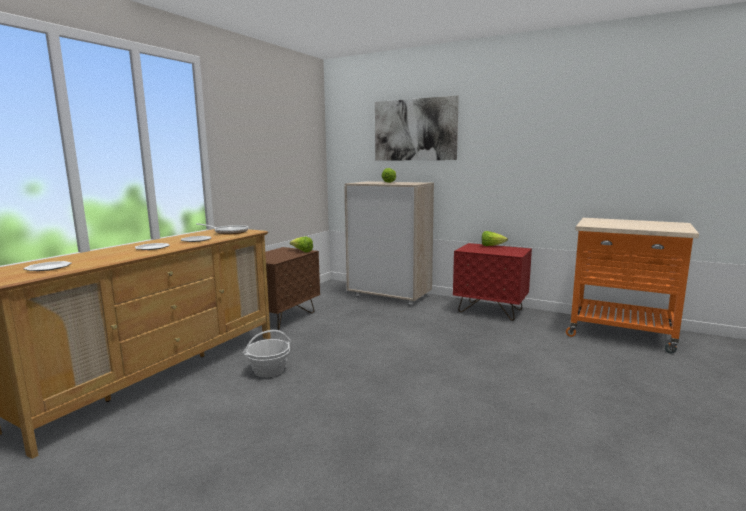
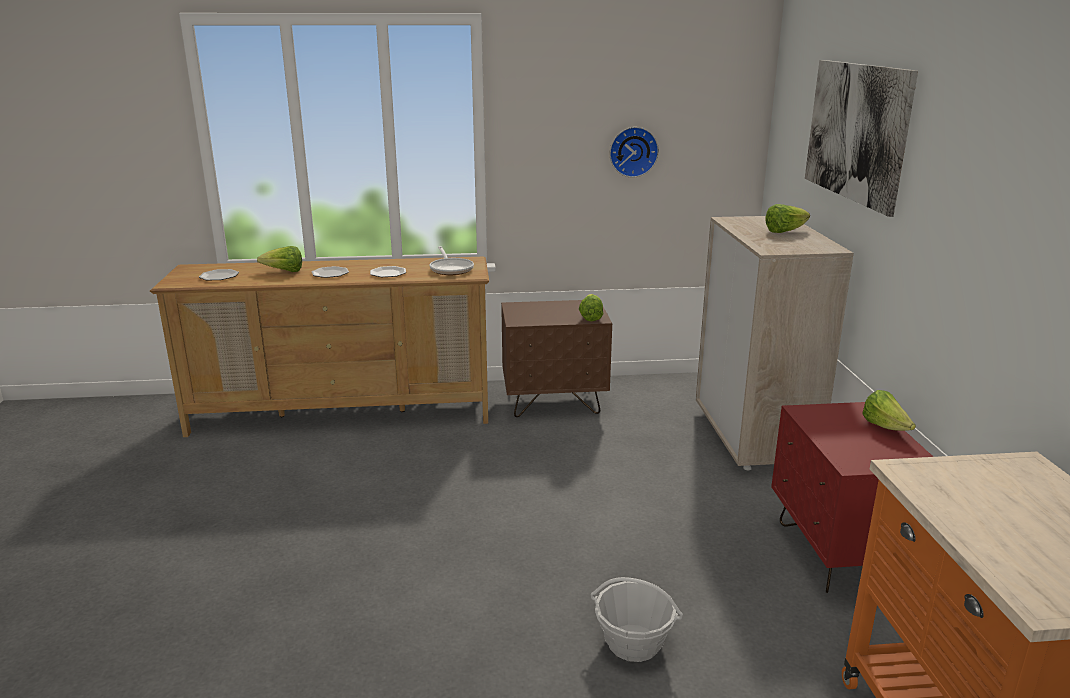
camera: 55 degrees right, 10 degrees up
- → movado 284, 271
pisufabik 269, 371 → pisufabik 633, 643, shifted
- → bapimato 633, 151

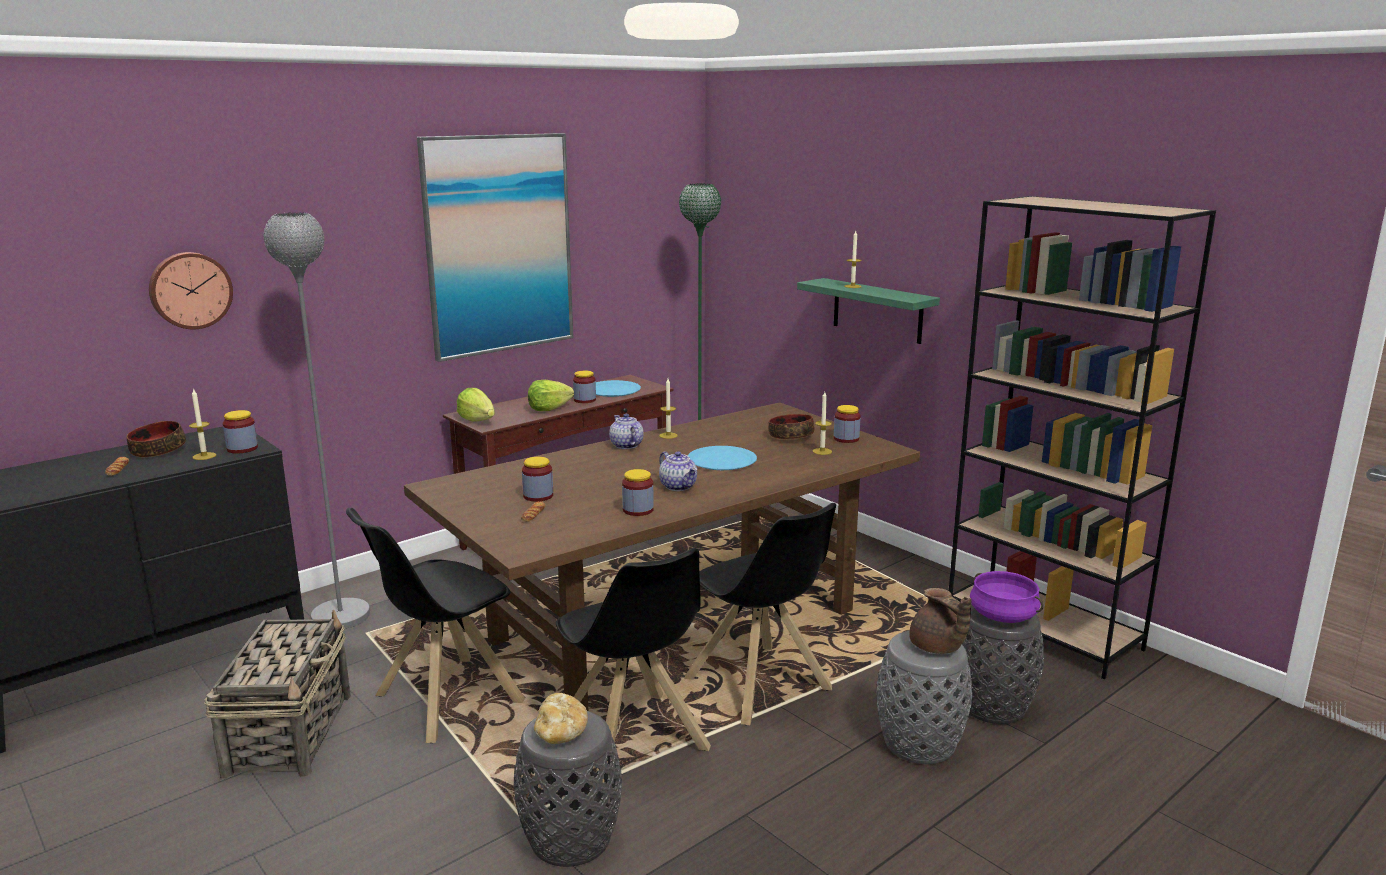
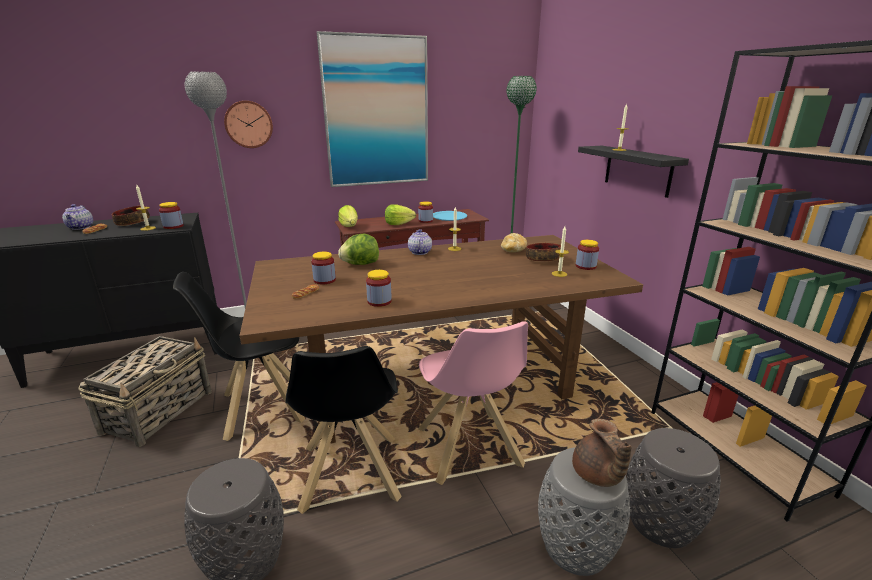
camera: 20 degrees right, 5 degrees up
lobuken 678, 486 → lobuken 81, 227, shifted
bapimato 190, 290 → bapimato 248, 124, shifted
- → movado 360, 264
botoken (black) 760, 685 → botoken (pink) 469, 448
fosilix 561, 733 → fosilix 513, 250, shifted
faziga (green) 877, 310 → faziga (black) 637, 170
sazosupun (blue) 722, 460 → -
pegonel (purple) 1003, 615 → -

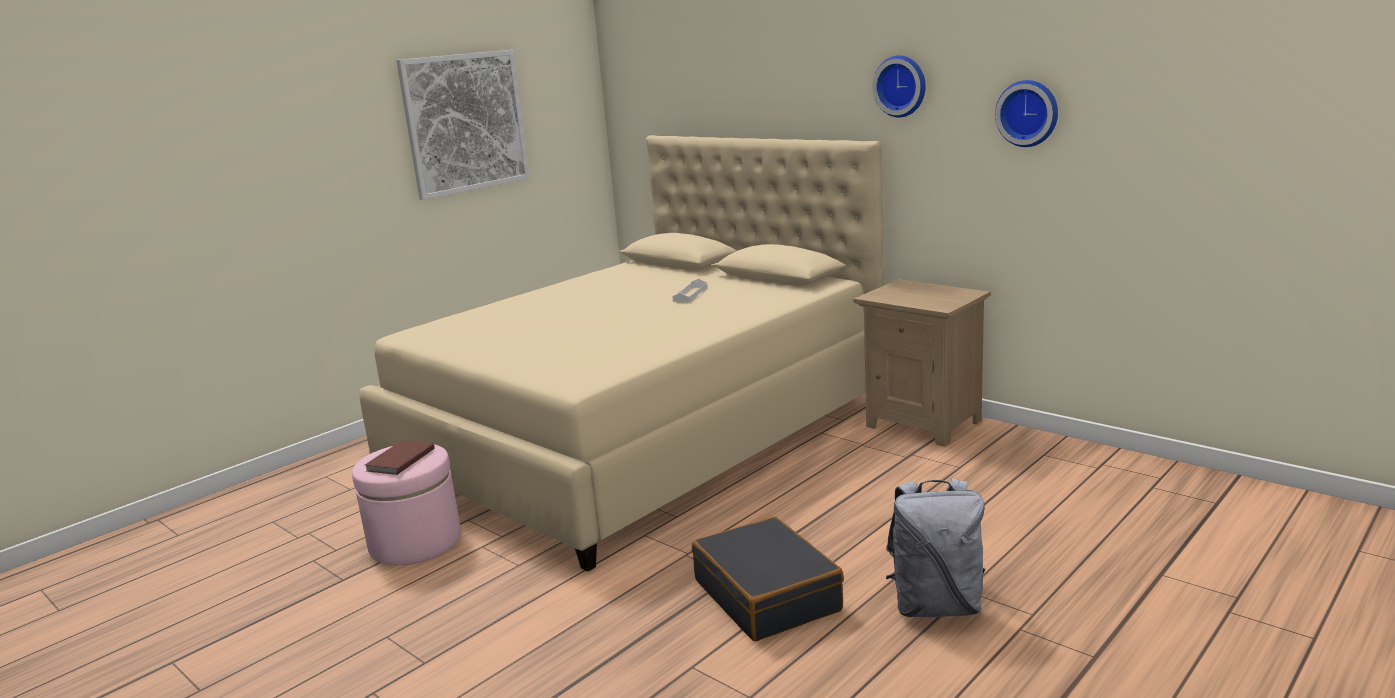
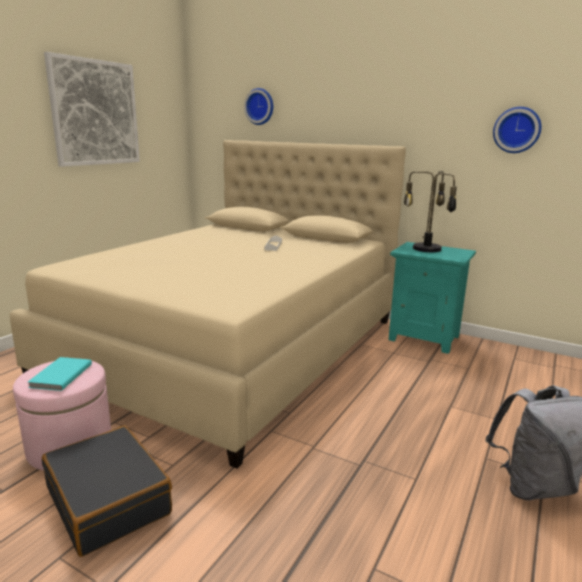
camera: 15 degrees left, 0 degrees up
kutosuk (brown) 399, 460 → kutosuk (turquoise) 59, 376
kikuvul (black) 767, 595 → kikuvul (black) 109, 500, shifted
bapimato 901, 86 → bapimato 260, 106, shifted
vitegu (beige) 923, 425 → vitegu (turquoise) 424, 338
- → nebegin 427, 249

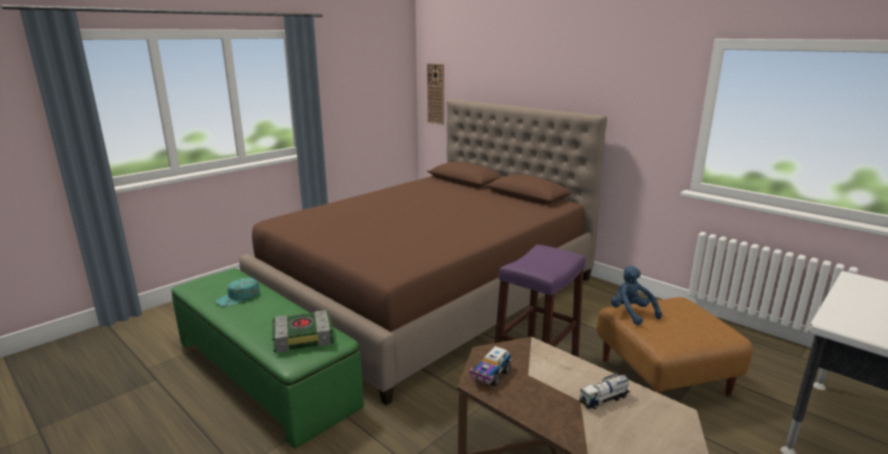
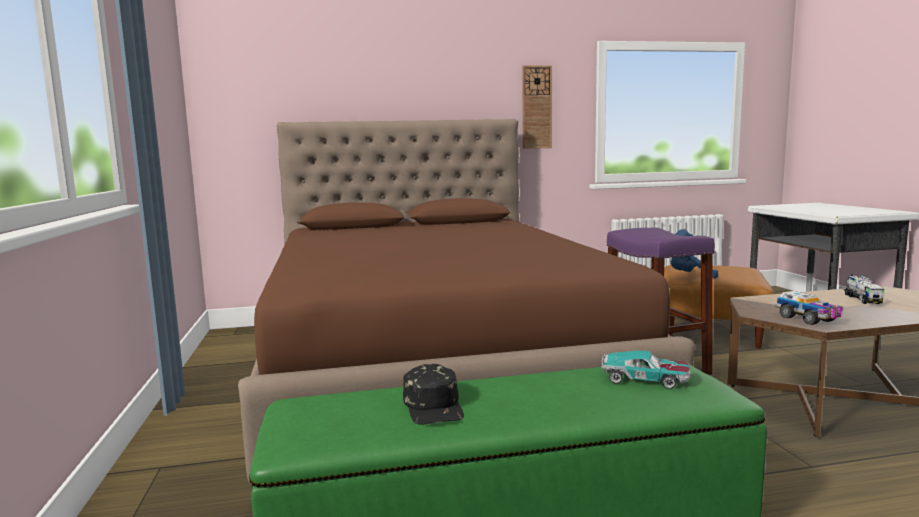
camera: 55 degrees left, 10 degrees down
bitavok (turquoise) 238, 297 → bitavok (black) 434, 406
bapimato 436, 94 → bapimato 536, 107, shifted
kutosuk 304, 336 → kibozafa 645, 379

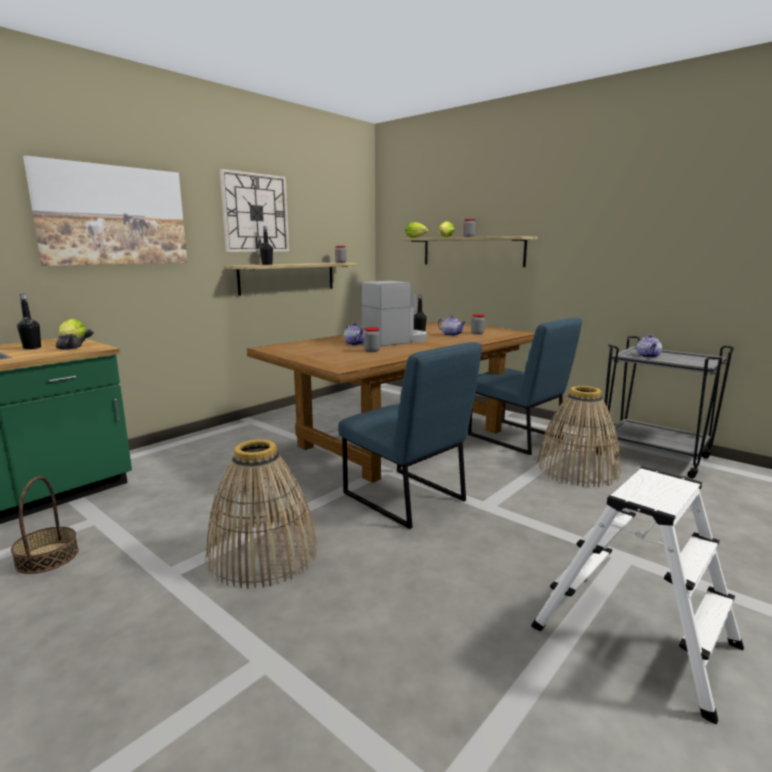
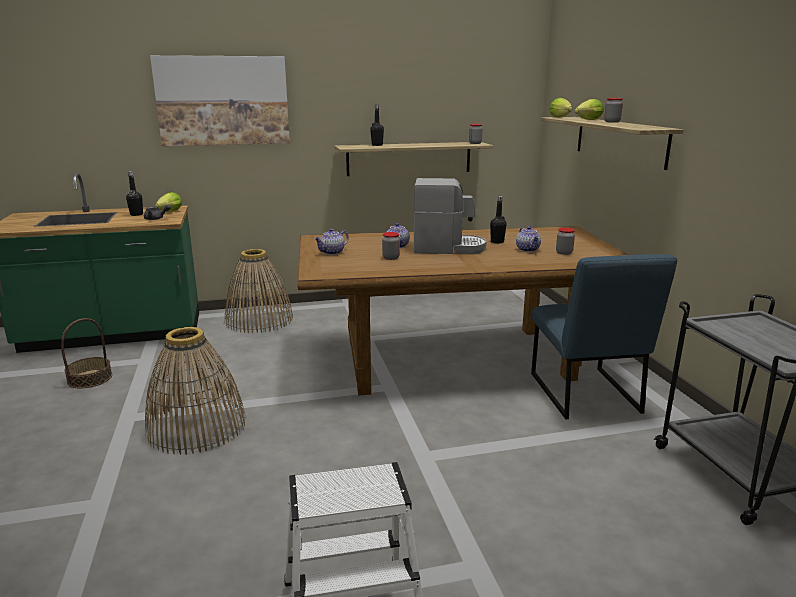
camera: 35 degrees right, 5 degrees up
pisufabik 577, 469 → pisufabik 259, 320, shifted
lobuken 648, 356 → lobuken 332, 252, shifted
bapimato 255, 213 → -
botoken (blue) 406, 498 → -

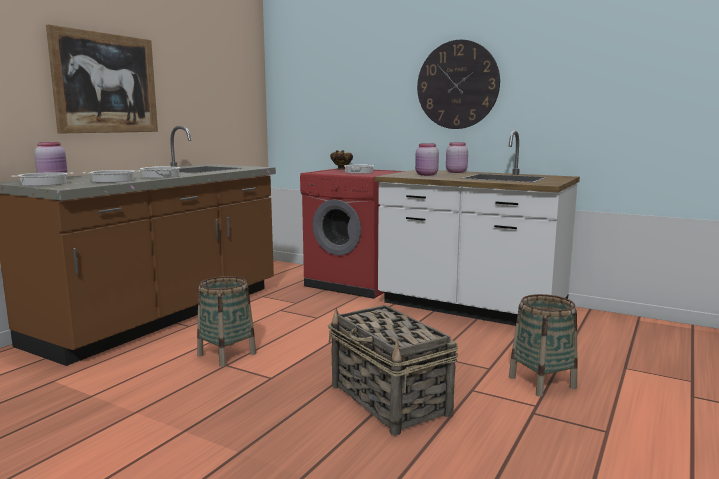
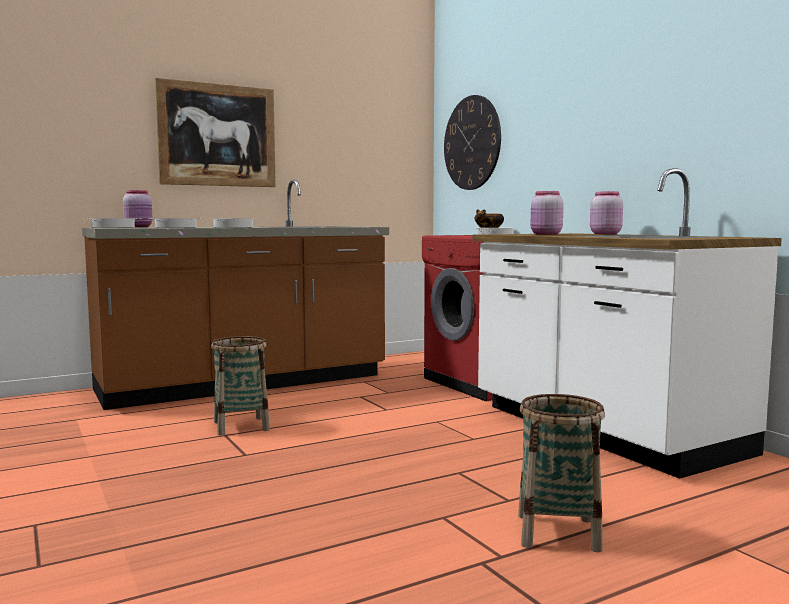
camera: 30 degrees right, 5 degrees down
bapimato 457, 85 → bapimato 472, 143, shifted
pisufabik 390, 400 → -

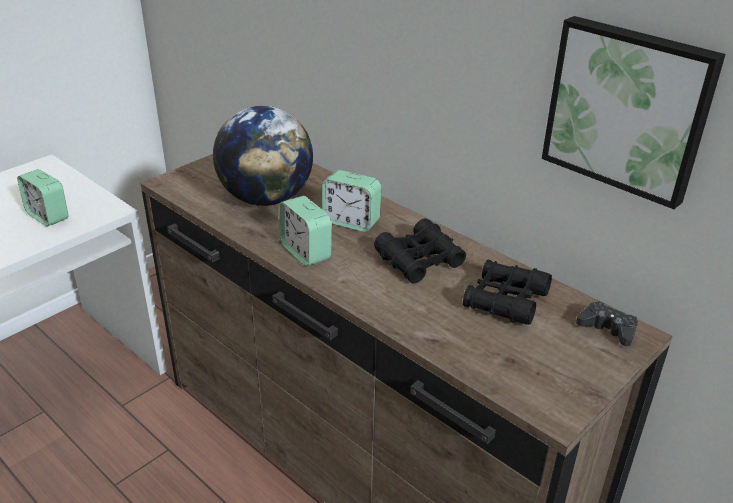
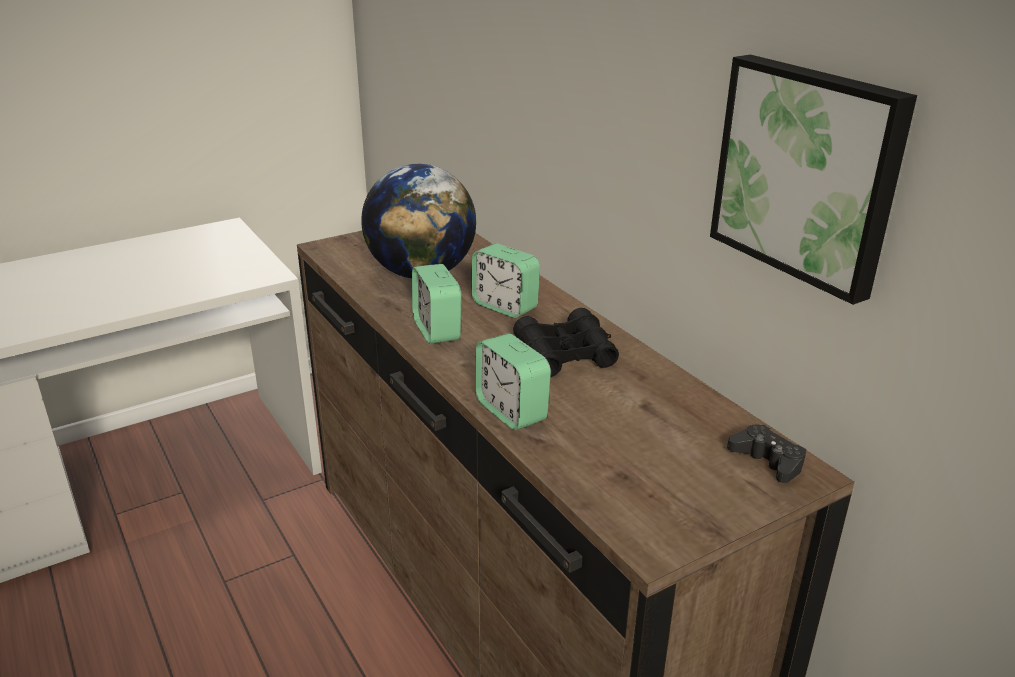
camera: 15 degrees right, 5 degrees down
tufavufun 48, 216 → tufavufun 511, 411, shifted
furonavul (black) 505, 300 → -

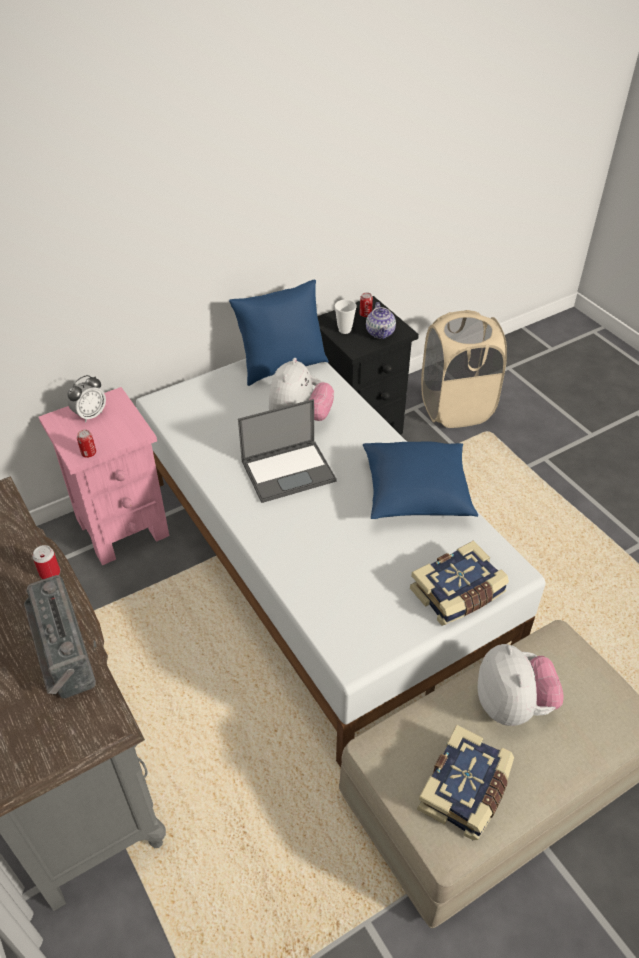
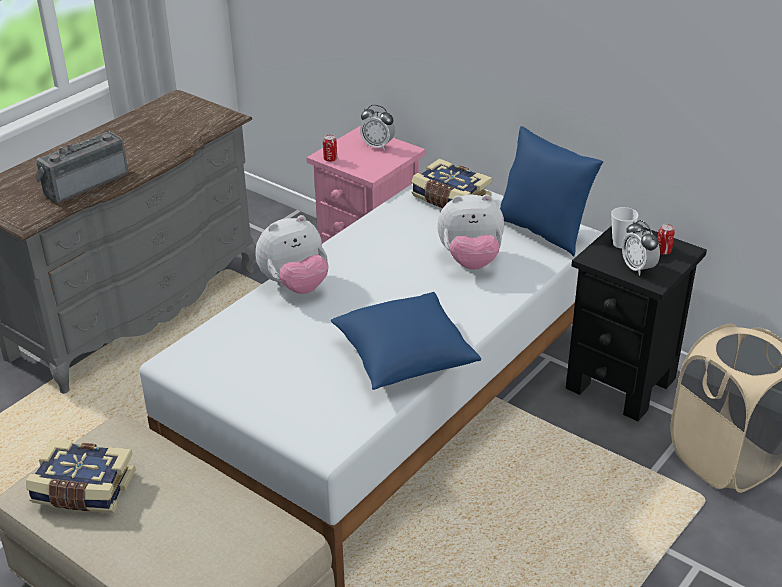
camera: 70 degrees right, 10 degrees down
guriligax 512, 704 → guriligax 295, 286, shifted
kutosuk 458, 594 → kutosuk 450, 199, shifted
lobuken 380, 333 → tufavufun 638, 268
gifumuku 50, 573 → -
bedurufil 289, 470 → -

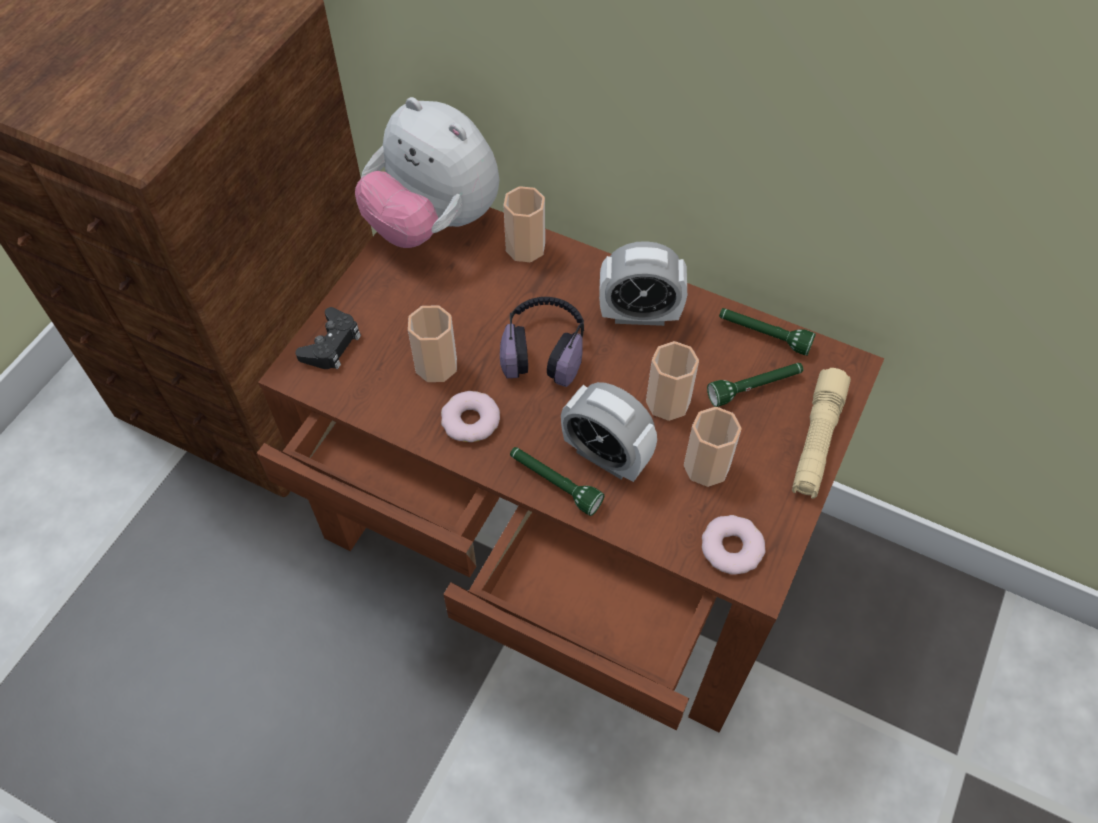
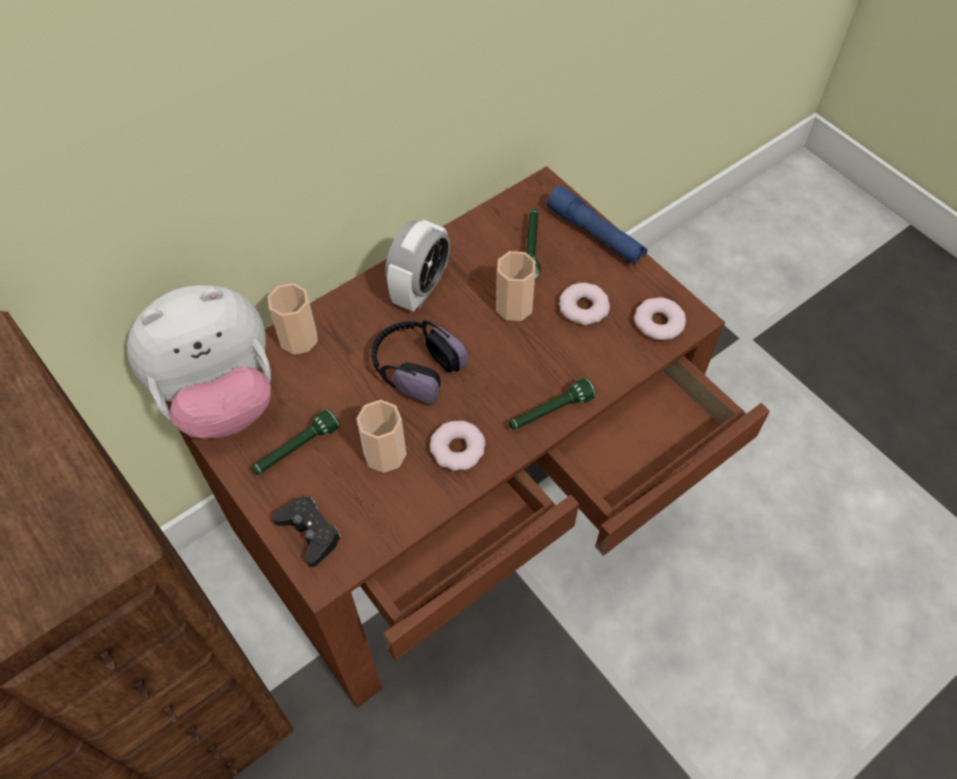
camera: 65 degrees left, 0 degrees up
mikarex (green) 763, 335 → mikarex (green) 296, 449, shifted
mikarex (beige) 816, 440 → mikarex (blue) 595, 234
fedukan 706, 466 → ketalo 584, 307
tufavufun 606, 456 → -

